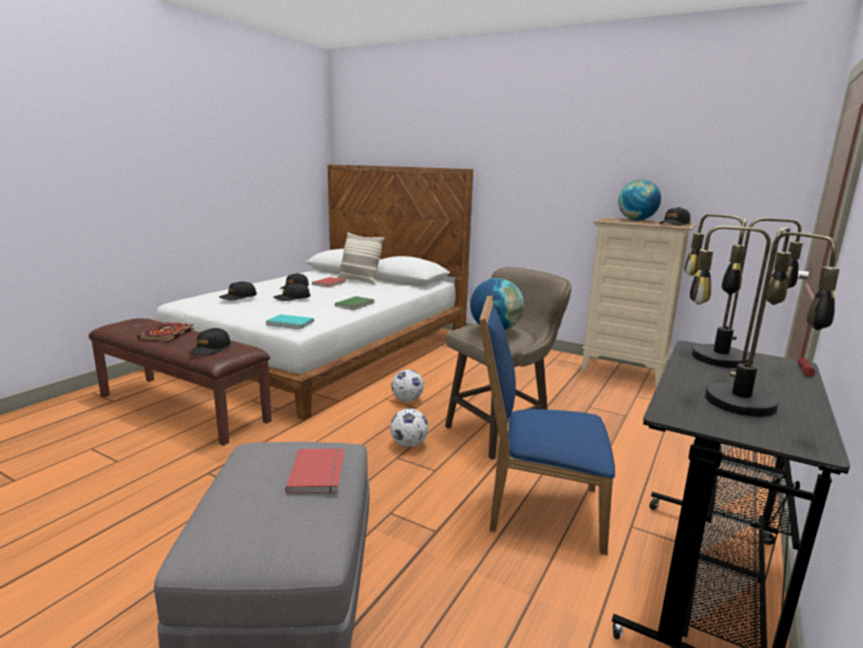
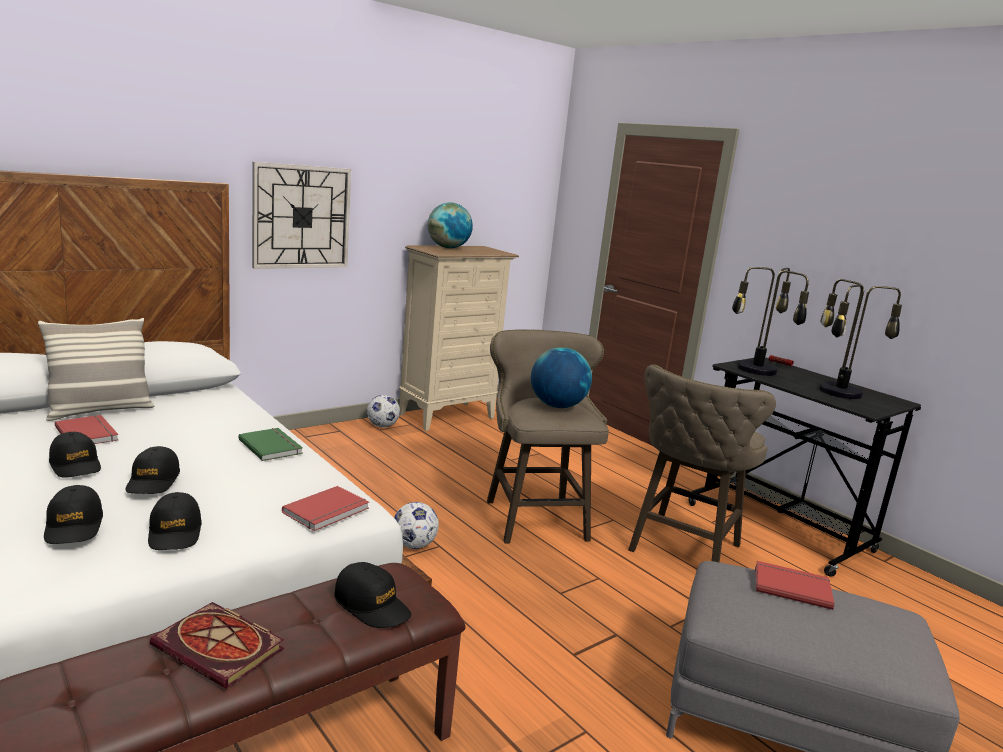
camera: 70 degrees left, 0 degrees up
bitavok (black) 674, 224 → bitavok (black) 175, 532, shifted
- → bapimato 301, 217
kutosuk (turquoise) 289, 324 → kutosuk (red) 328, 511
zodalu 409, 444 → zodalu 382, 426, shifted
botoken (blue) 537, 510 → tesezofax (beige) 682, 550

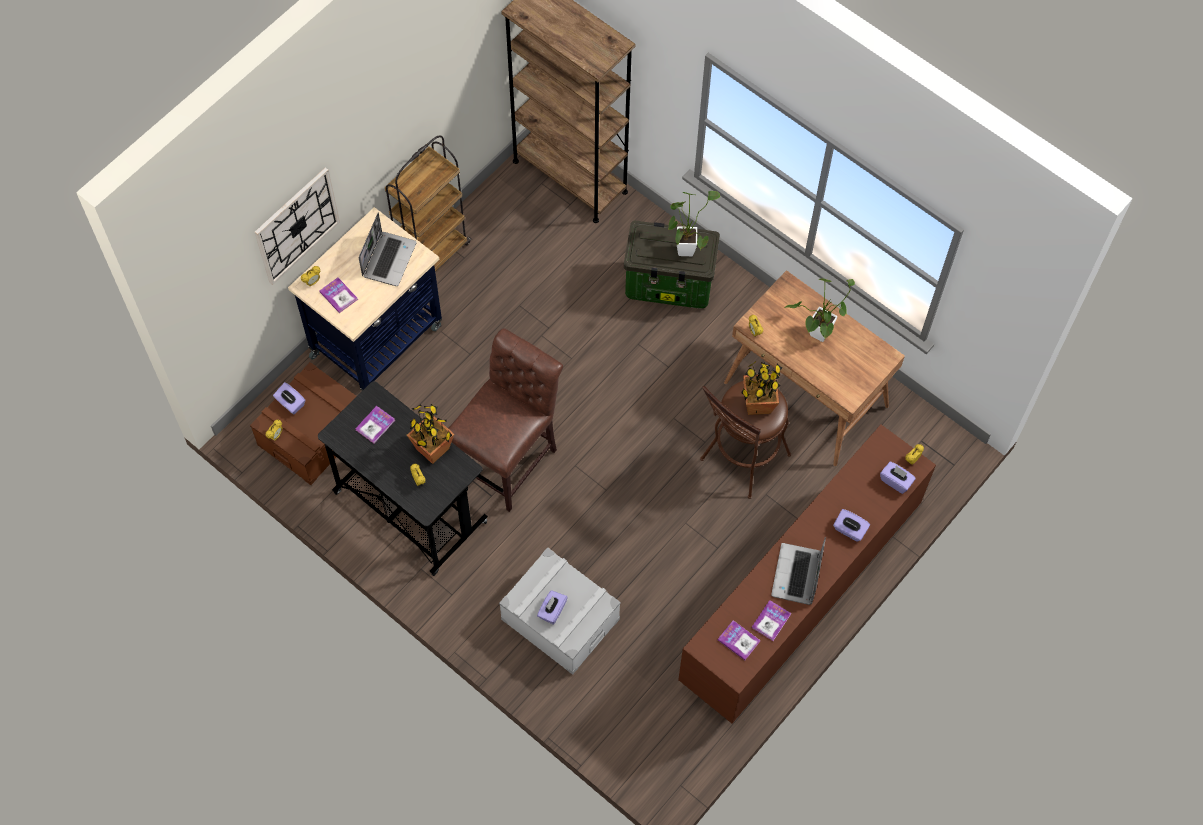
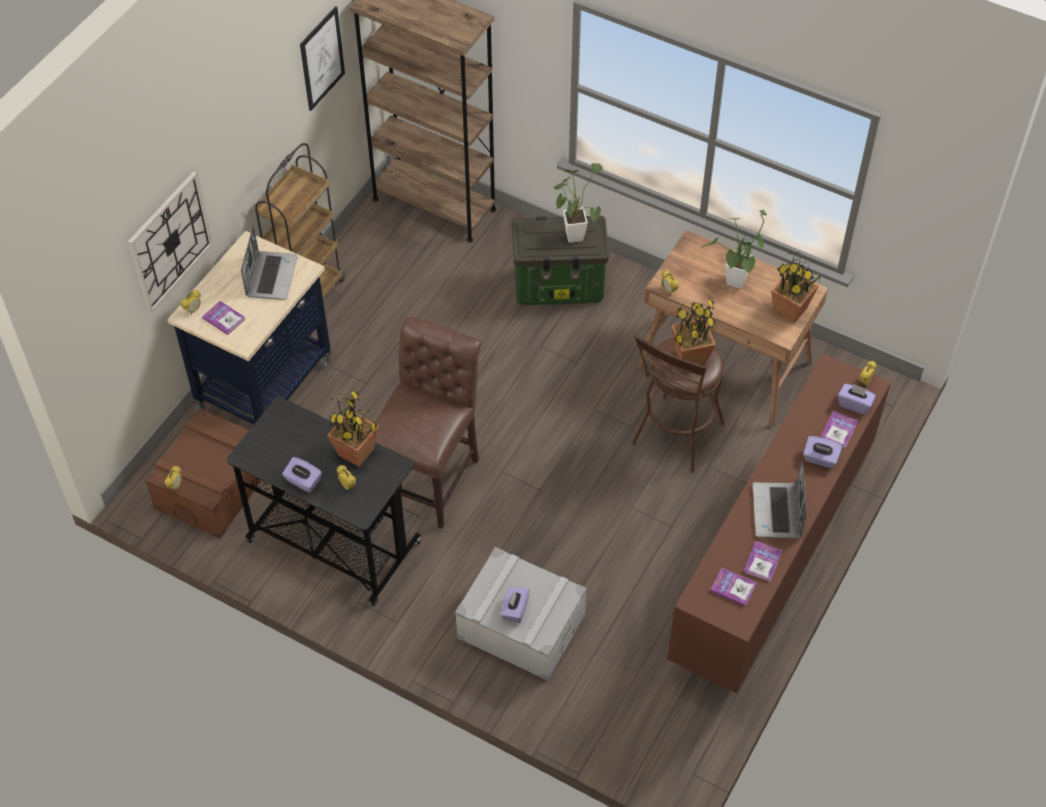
camera: 10 degrees left, 10 degrees down
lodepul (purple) 290, 403 → lodepul (purple) 303, 481, shifted
- → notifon 322, 58
- → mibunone 790, 310
kutosuk 375, 425 → kutosuk 838, 430, shifted

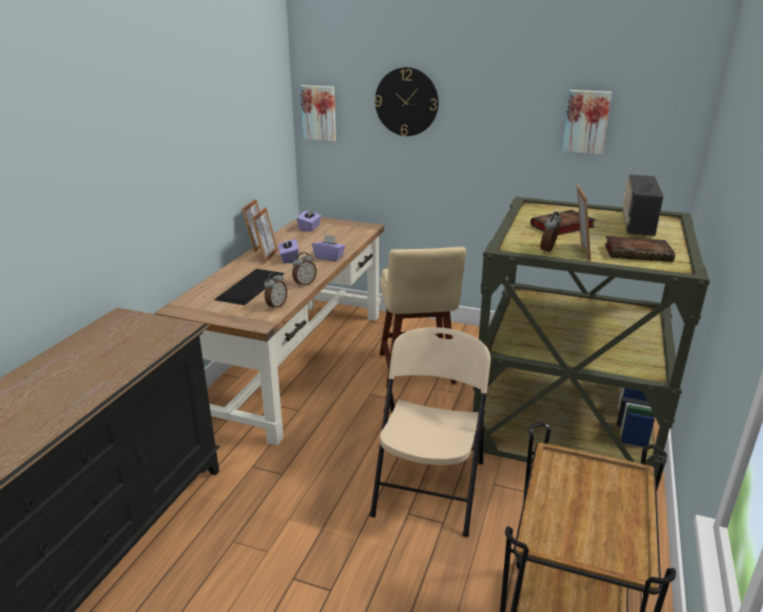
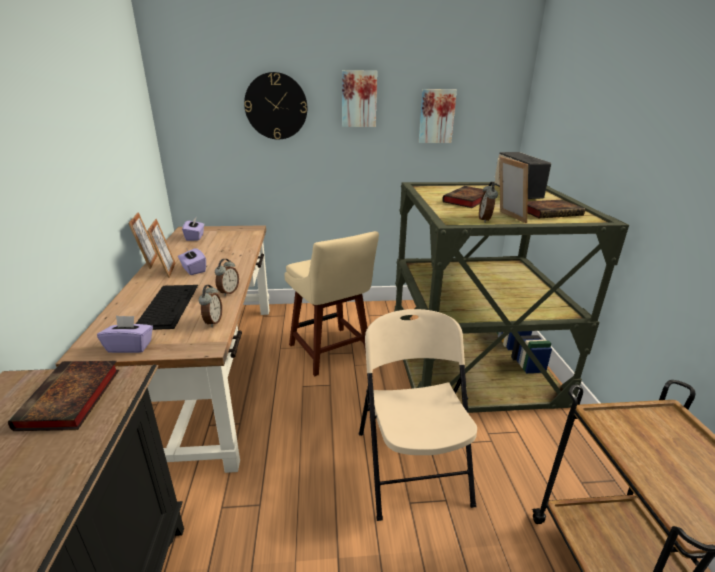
camera: 25 degrees left, 0 degrees up
- → kutosuk 70, 400
lodepul (purple) 329, 257 → lodepul (purple) 130, 346, shifted
notifon 319, 113 → notifon 358, 99, shifted

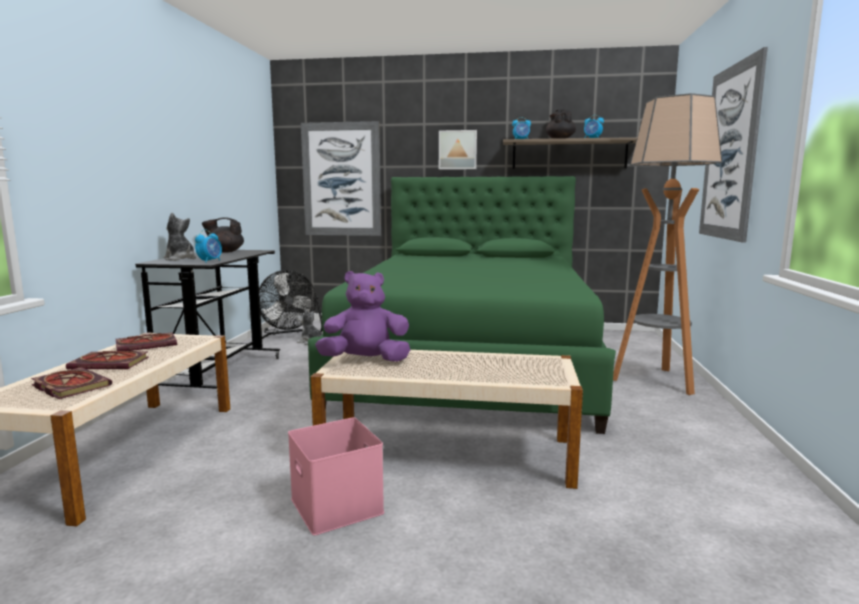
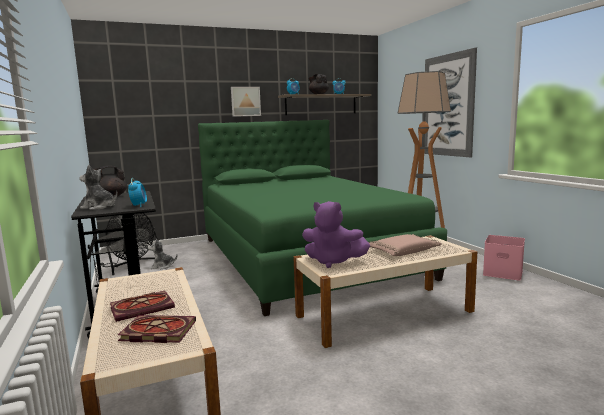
camera: 30 degrees left, 0 degrees up
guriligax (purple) 365, 361 → guriligax (purple) 333, 261, 120 degrees counterclockwise
- → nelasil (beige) 403, 250
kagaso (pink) 334, 505 → kagaso (pink) 502, 272, shifted
kutosuk 148, 344 → -
notifon 341, 179 → -

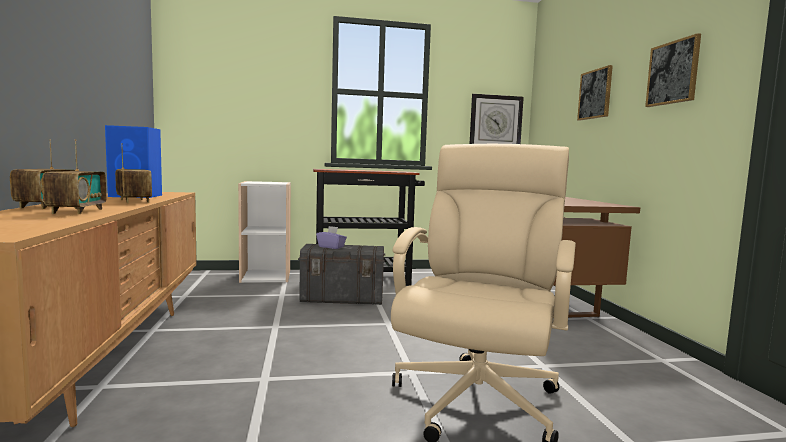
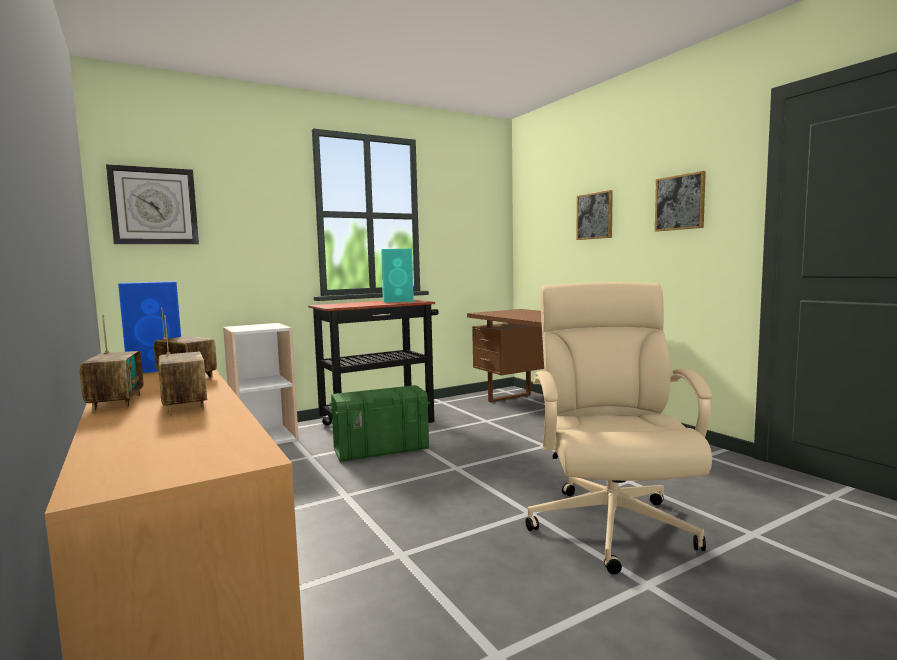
camera: 20 degrees left, 0 degrees up
bapimato 495, 122 → bapimato 154, 206, shifted
kagaso (grey) 343, 298 → kagaso (green) 381, 449
- → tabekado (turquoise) 398, 301
lodepul (purple) 331, 247 → -

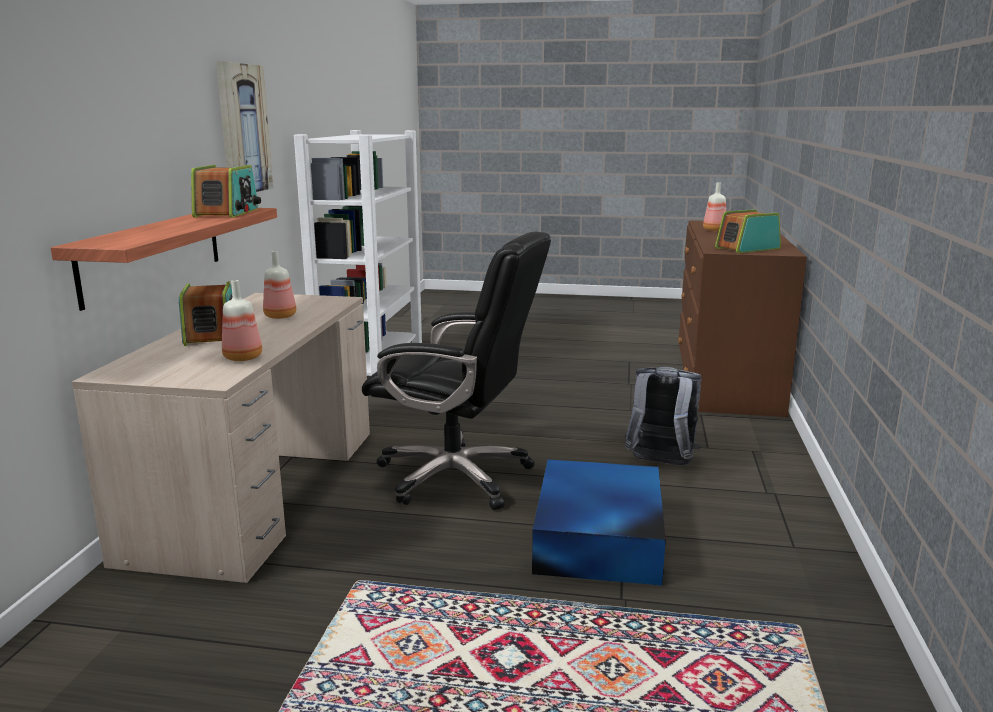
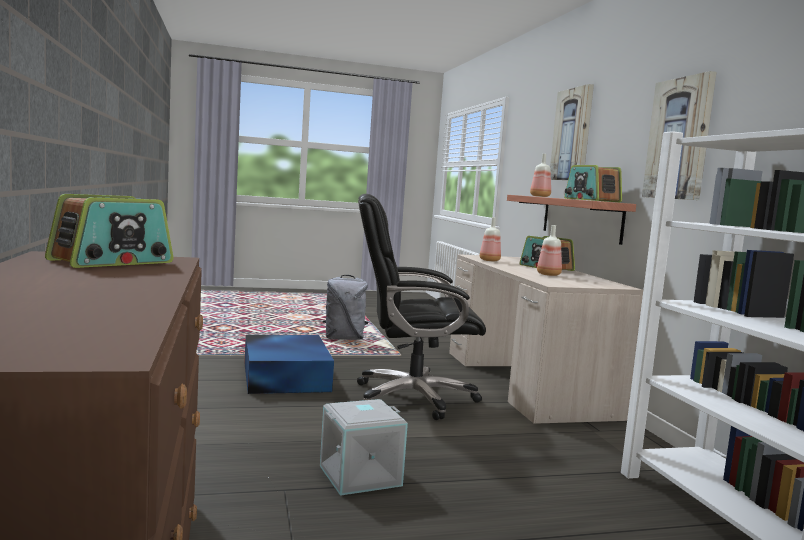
camera: 155 degrees right, 10 degrees down
- → kagaso (grey) 360, 476
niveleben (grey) 660, 464 → niveleben (grey) 344, 338, shifted
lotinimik 714, 230 → lotinimik 539, 196, shifted
- → notifon 572, 134

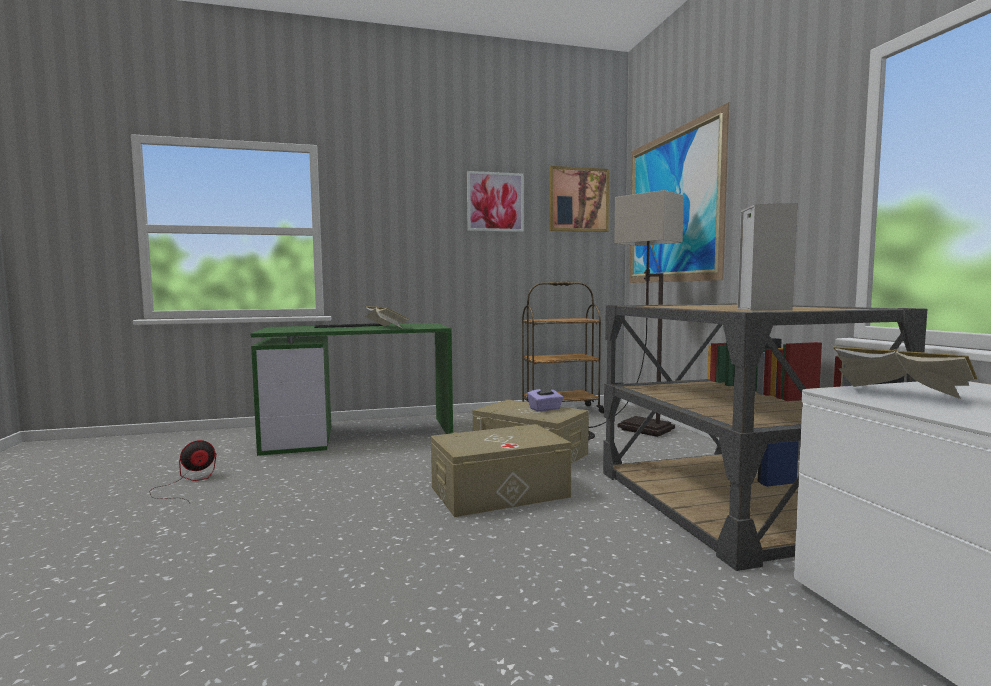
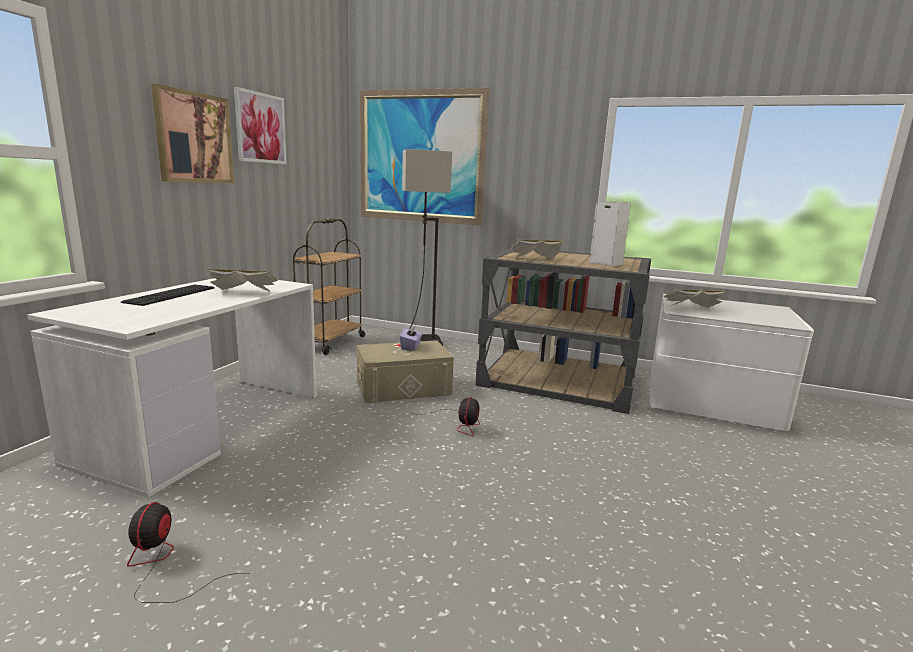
camera: 55 degrees left, 10 degrees up
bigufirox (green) 360, 434 → bigufirox (white) 206, 425
notifon 578, 200 → notifon 194, 138, shifted
kagaso (beige) 499, 492 → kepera 459, 424
- → kutosuk 536, 259

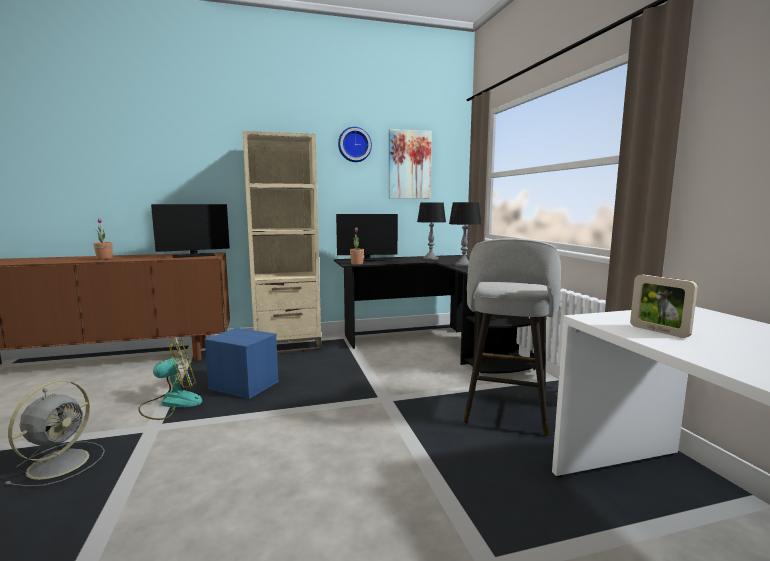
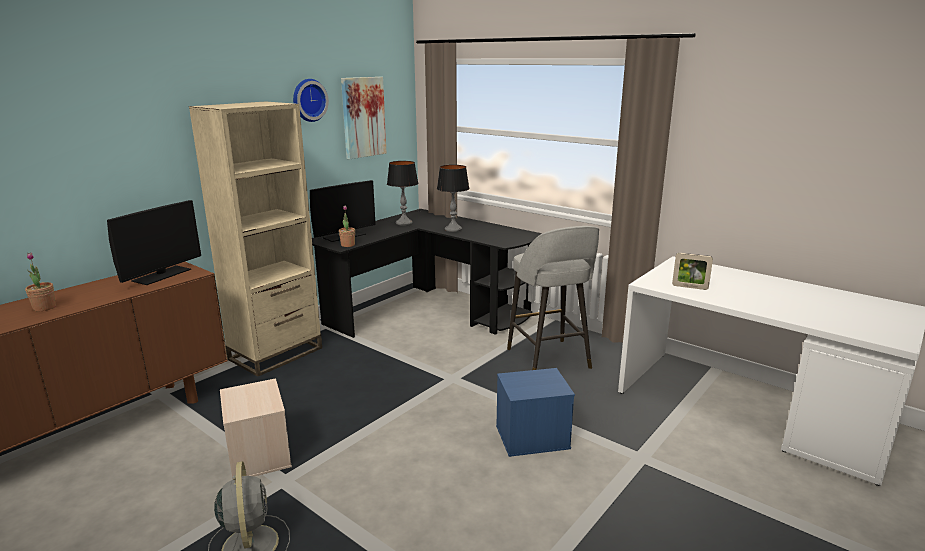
camera: 35 degrees left, 10 degrees up
kepera 171, 403 → kagaso (beige) 258, 454
kagaso (blue) 243, 385 → kagaso (blue) 531, 437, shifted

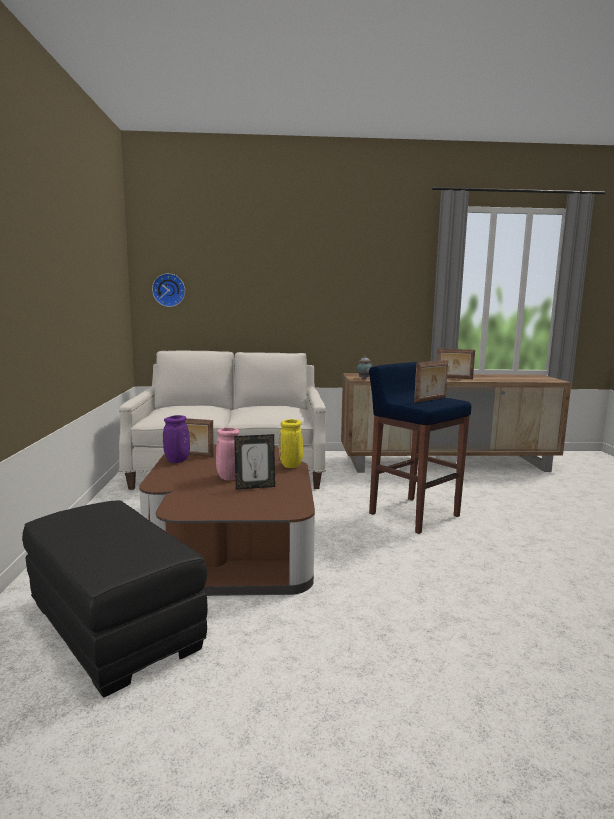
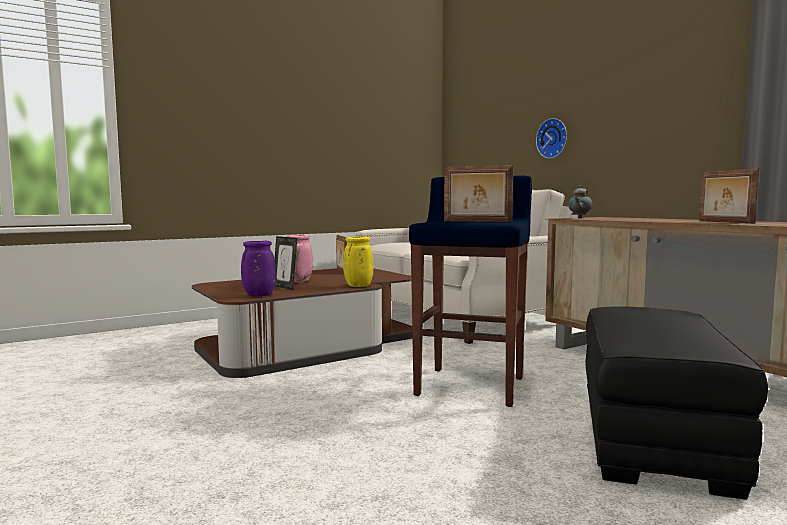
camera: 60 degrees right, 5 degrees down
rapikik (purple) 177, 461 → rapikik (purple) 258, 295, shifted
bapimato 169, 290 → bapimato 553, 138, shifted
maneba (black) 115, 626 → maneba (black) 654, 438, shifted

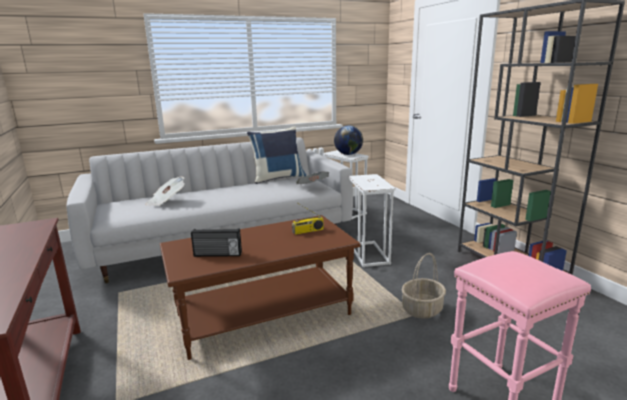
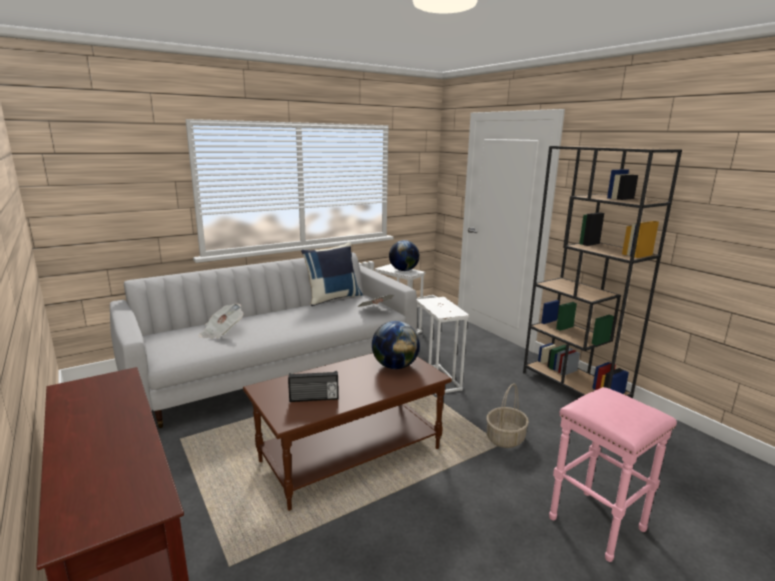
camera: 10 degrees left, 0 degrees up
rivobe 308, 231 → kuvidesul 395, 366

